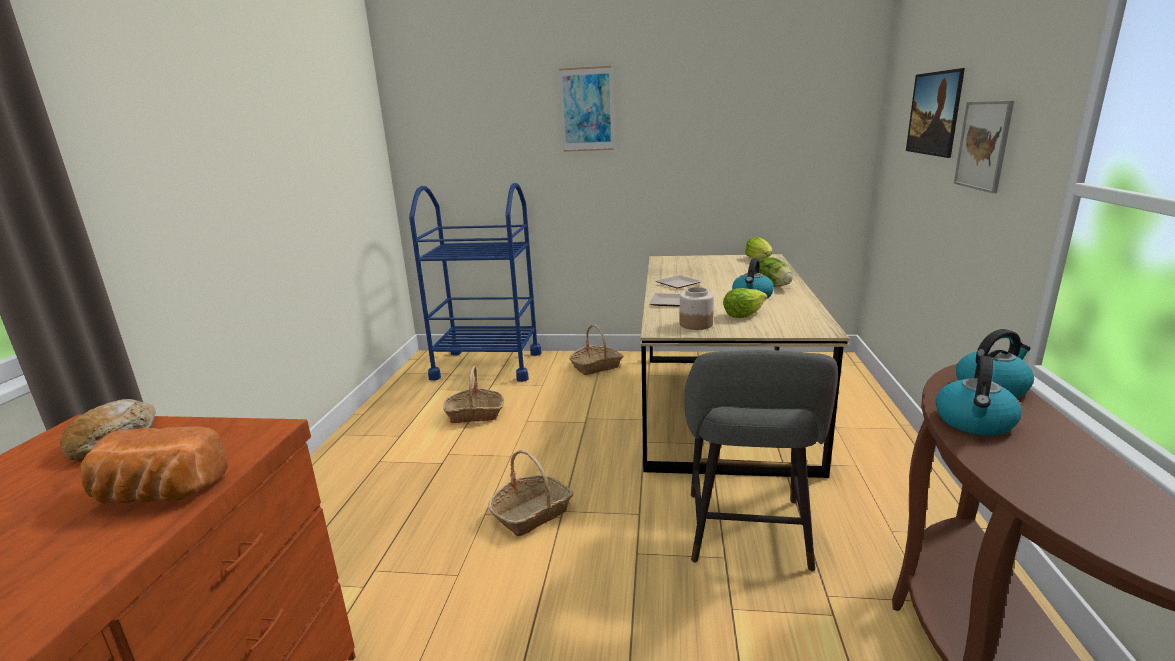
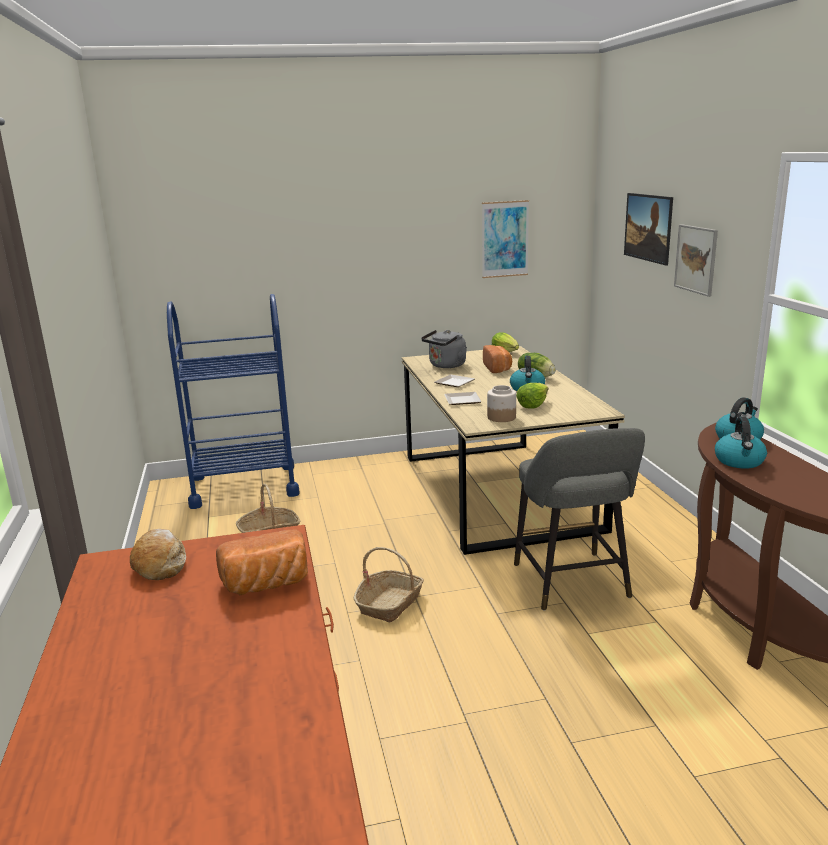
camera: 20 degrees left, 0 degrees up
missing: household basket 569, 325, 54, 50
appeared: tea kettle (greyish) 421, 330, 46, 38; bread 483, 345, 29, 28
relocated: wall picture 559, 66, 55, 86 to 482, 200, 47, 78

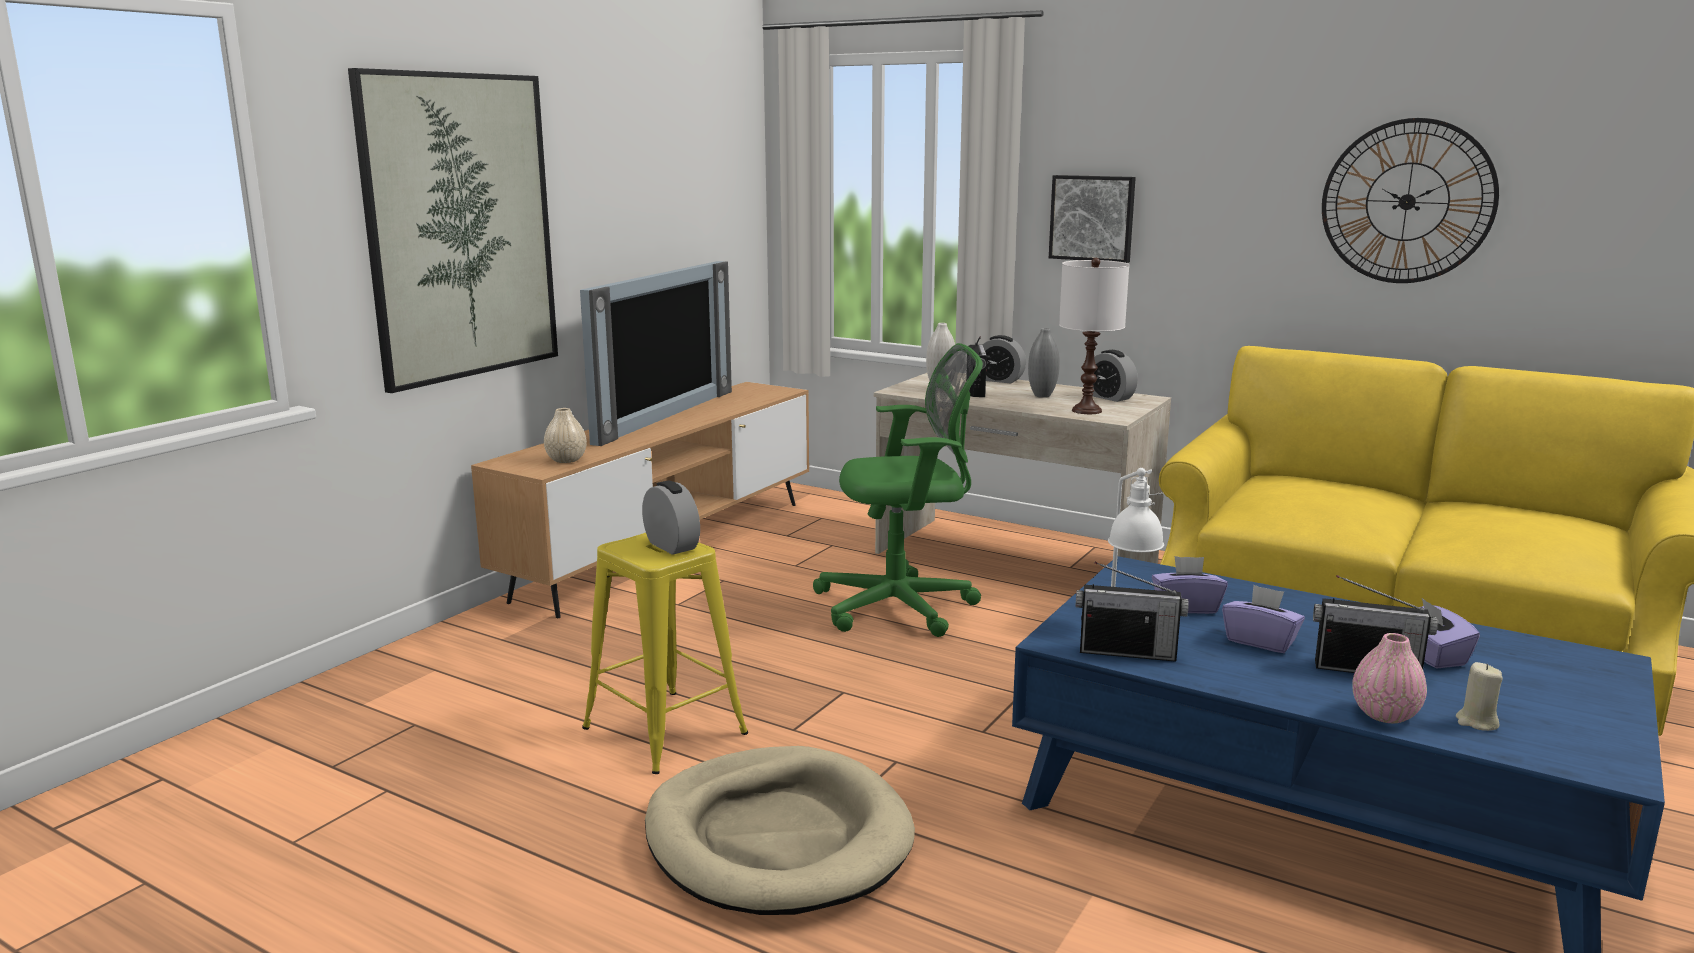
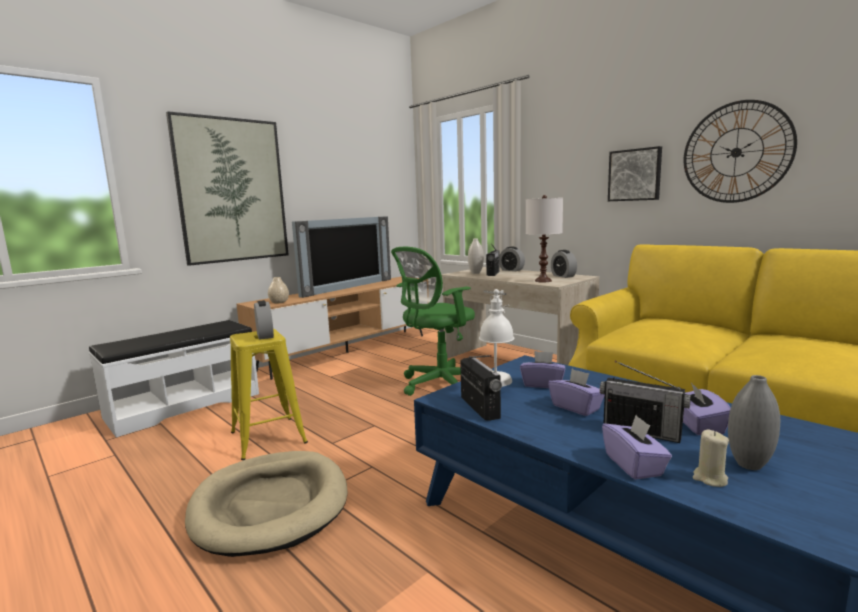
camera: 15 degrees right, 5 degrees down
appeared: long seat (white) 89, 320, 170, 117
relocated: flower vase (greyish) 1028, 328, 32, 70 to 728, 375, 52, 95; wall picture 1049, 175, 87, 88 to 608, 146, 54, 55
exchanged: flower vase (pinkish) 1352, 633, 75, 90 to tissue holder (purple) 602, 415, 70, 65
spun: office chair (greenish) 813, 343, 170, 294 = 391, 247, 84, 149 135 degrees clockwise; radio receiver 1075, 562, 114, 100 = 460, 355, 42, 66 135 degrees counterclockwise

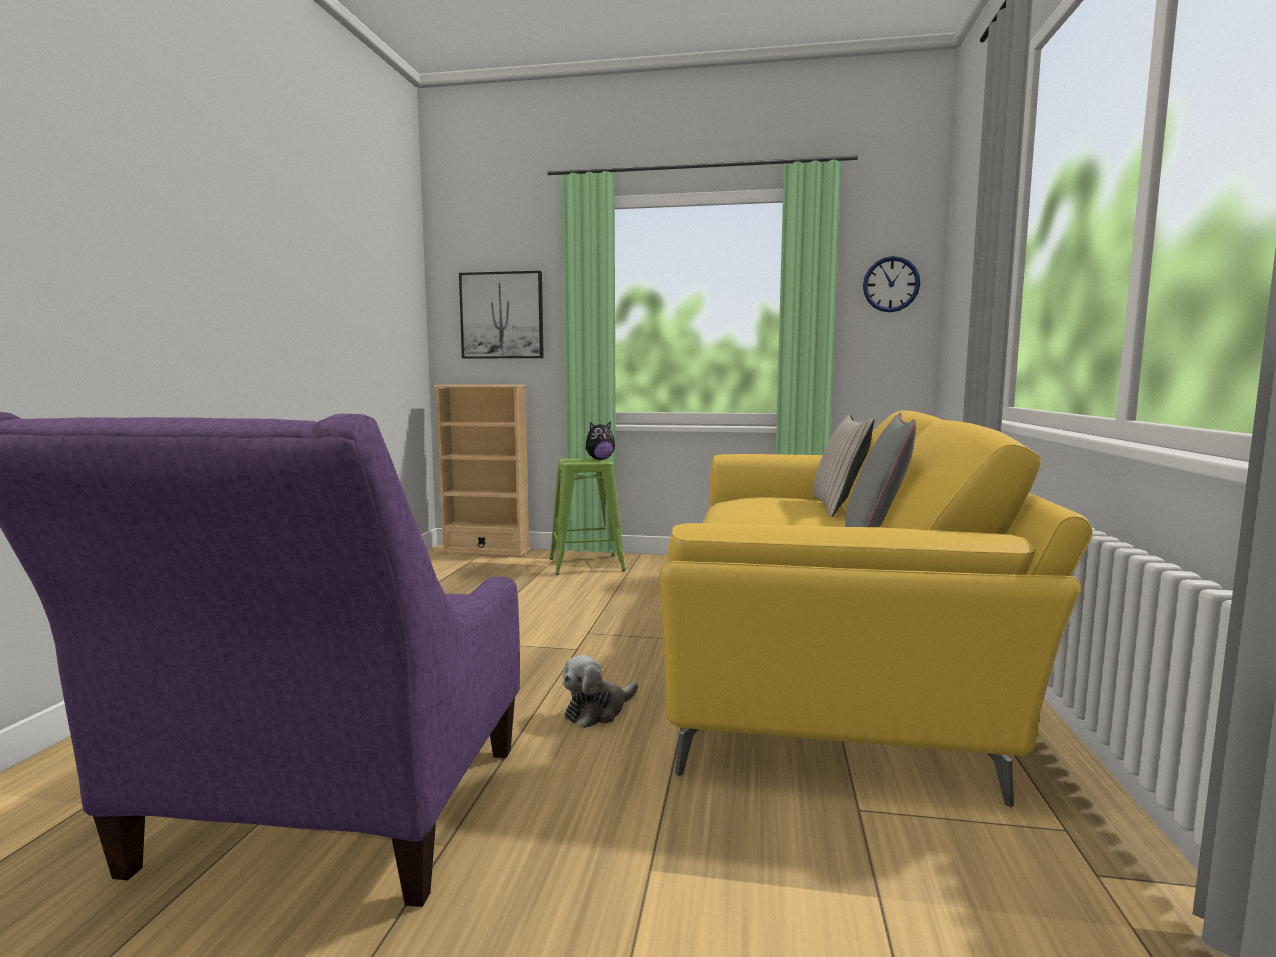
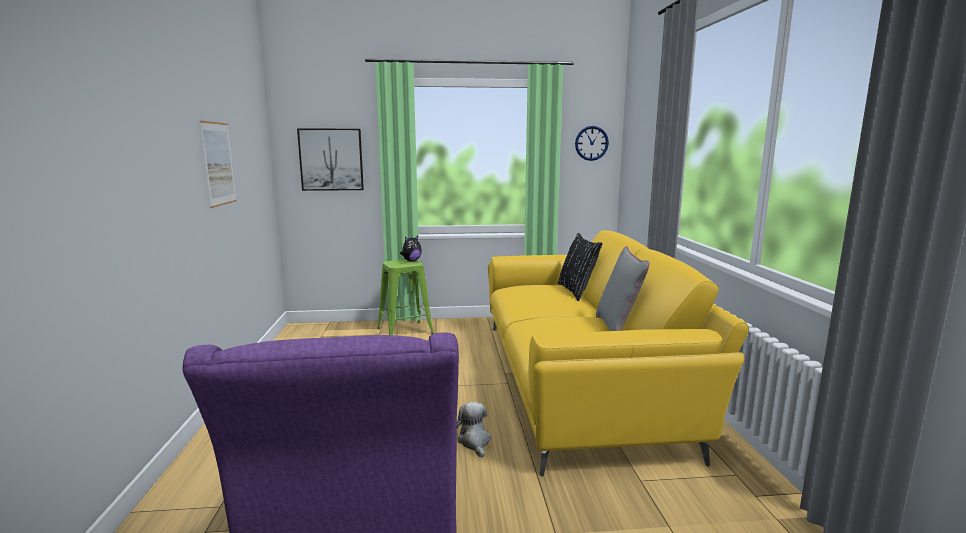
camera: 15 degrees left, 5 degrees up
missing: bookcase (sand-coloured) 434, 385, 97, 172
appeared: wall picture 199, 120, 38, 88
colour: pillow (sand-coloured) 813, 415, 61, 102 to pillow (black-coloured) 557, 233, 46, 68
spun: cuddly toy 563, 655, 75, 73 = 457, 402, 34, 56 135 degrees clockwise

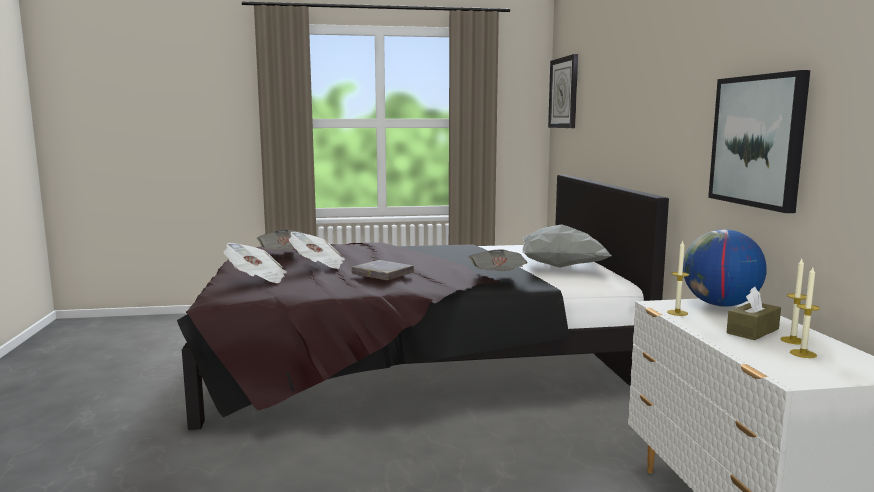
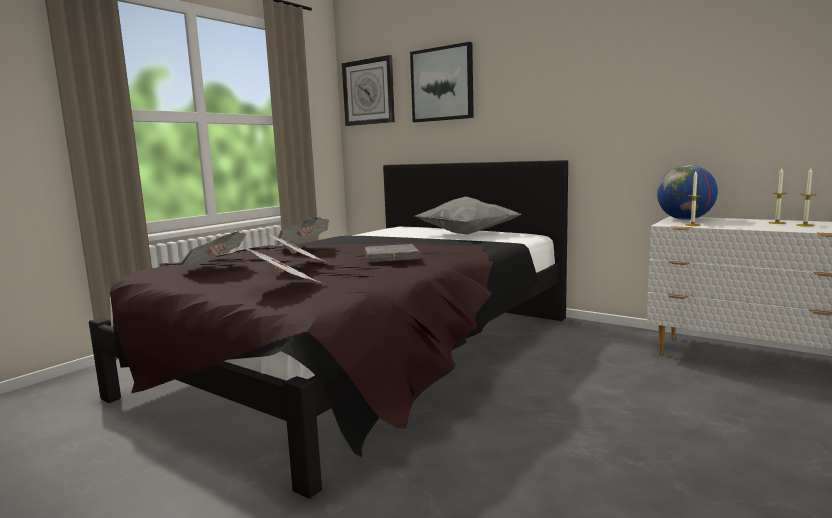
camera: 45 degrees left, 0 degrees up
missing: tissue holder (brownish) 726, 287, 55, 53
relocated: newspaper 468, 249, 60, 22 to 276, 217, 53, 28; wall picture 708, 70, 102, 143 to 410, 42, 64, 80

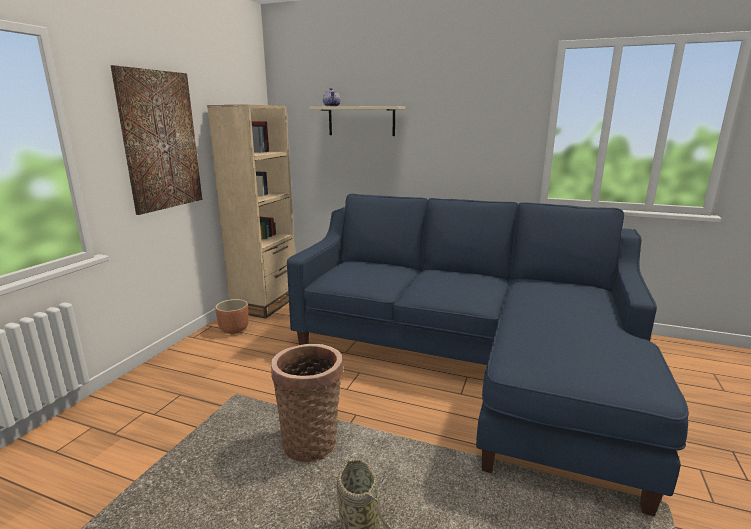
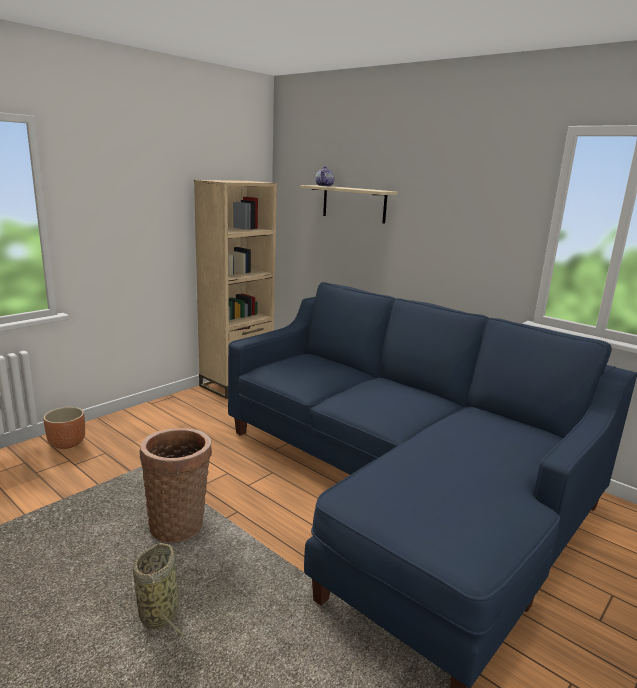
camera: 20 degrees right, 0 degrees up
missing: wall picture 111, 65, 91, 150
relocated: flower pot (brownish) 215, 299, 34, 35 to 43, 407, 42, 42

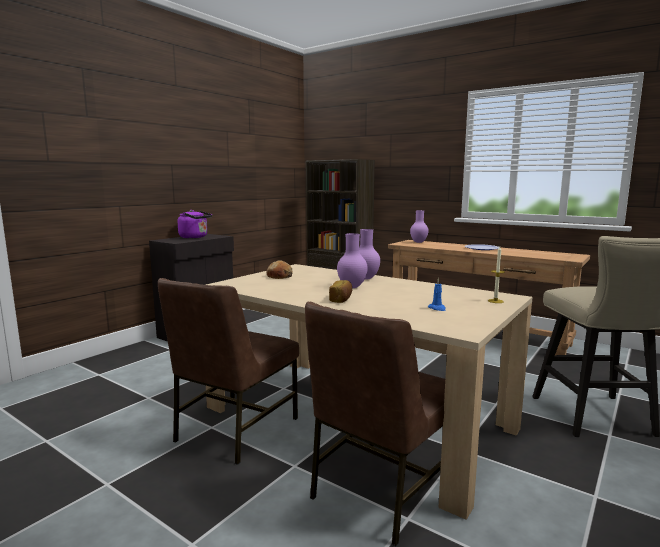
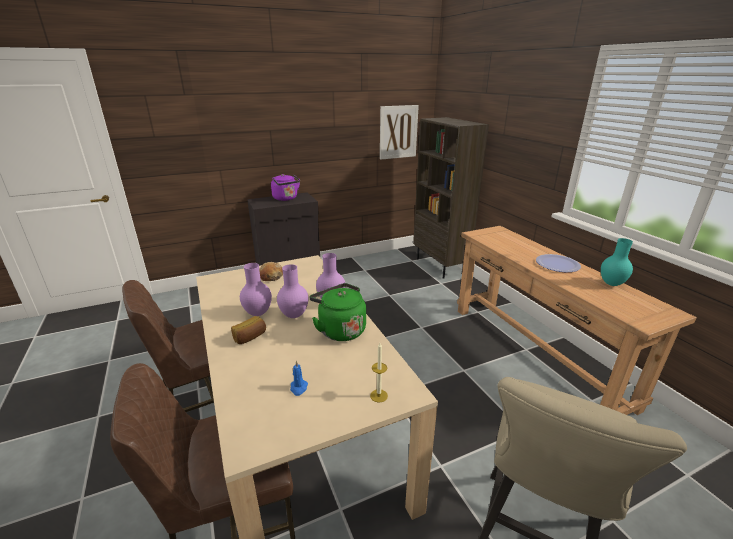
camera: 30 degrees right, 15 degrees up
appeared: tea kettle (greenish) 309, 283, 57, 58; wall picture 380, 105, 39, 55; flower vase (turquoise) 601, 238, 32, 48
relocated: flower vase (purple) 410, 210, 19, 33 to 240, 263, 32, 53

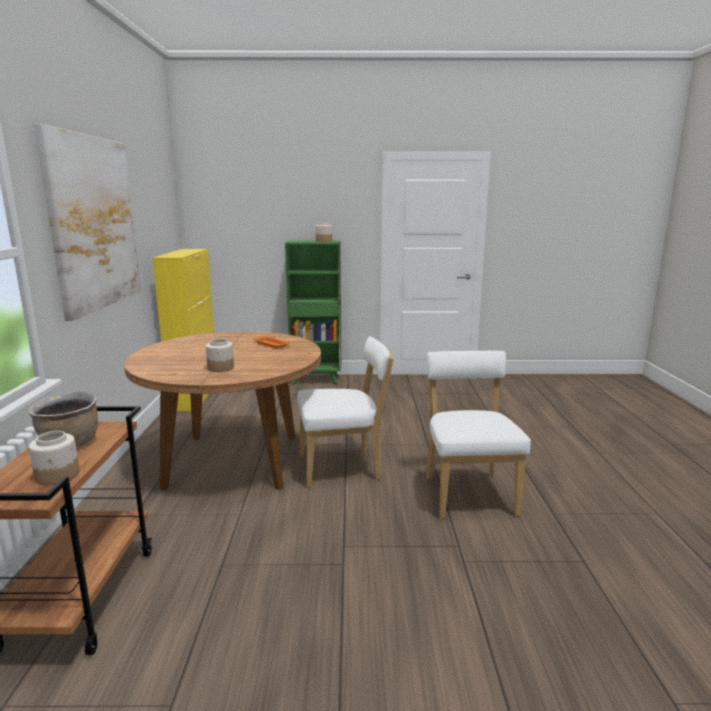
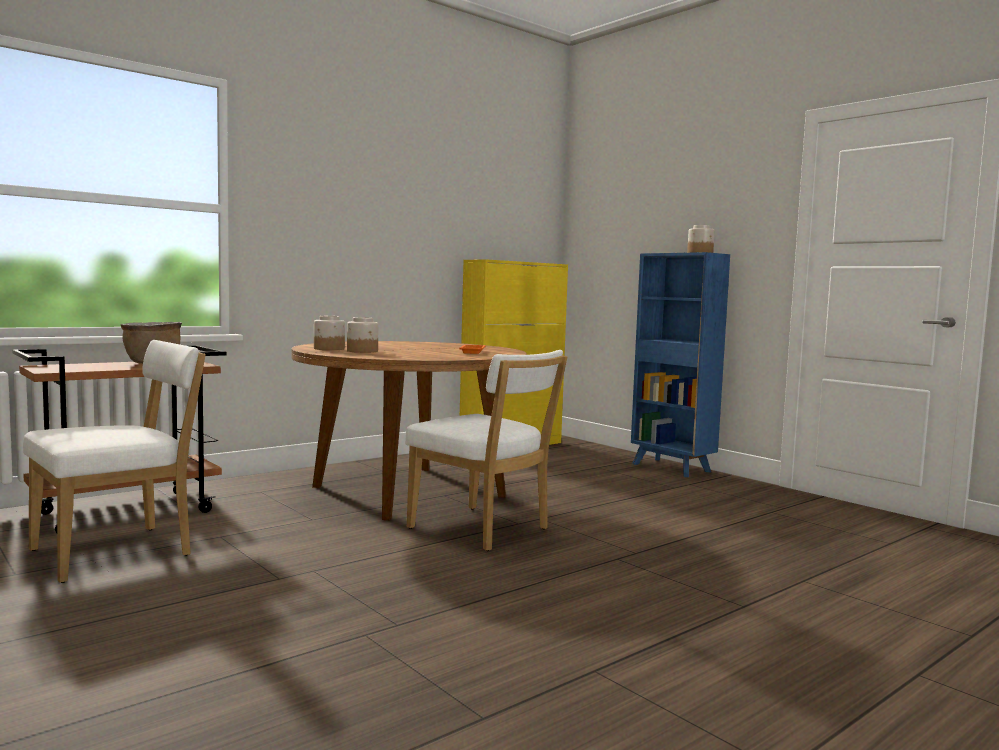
camera: 50 degrees right, 10 degrees down
missing: wall picture 34, 124, 107, 197
relocated: preserve jar 29, 431, 51, 54 to 314, 316, 31, 34; plain chair (white) 426, 351, 105, 168 to 23, 340, 183, 243
colour: bookcase (greenish) 285, 241, 56, 144 to bookcase (blue-coloured) 631, 252, 99, 225

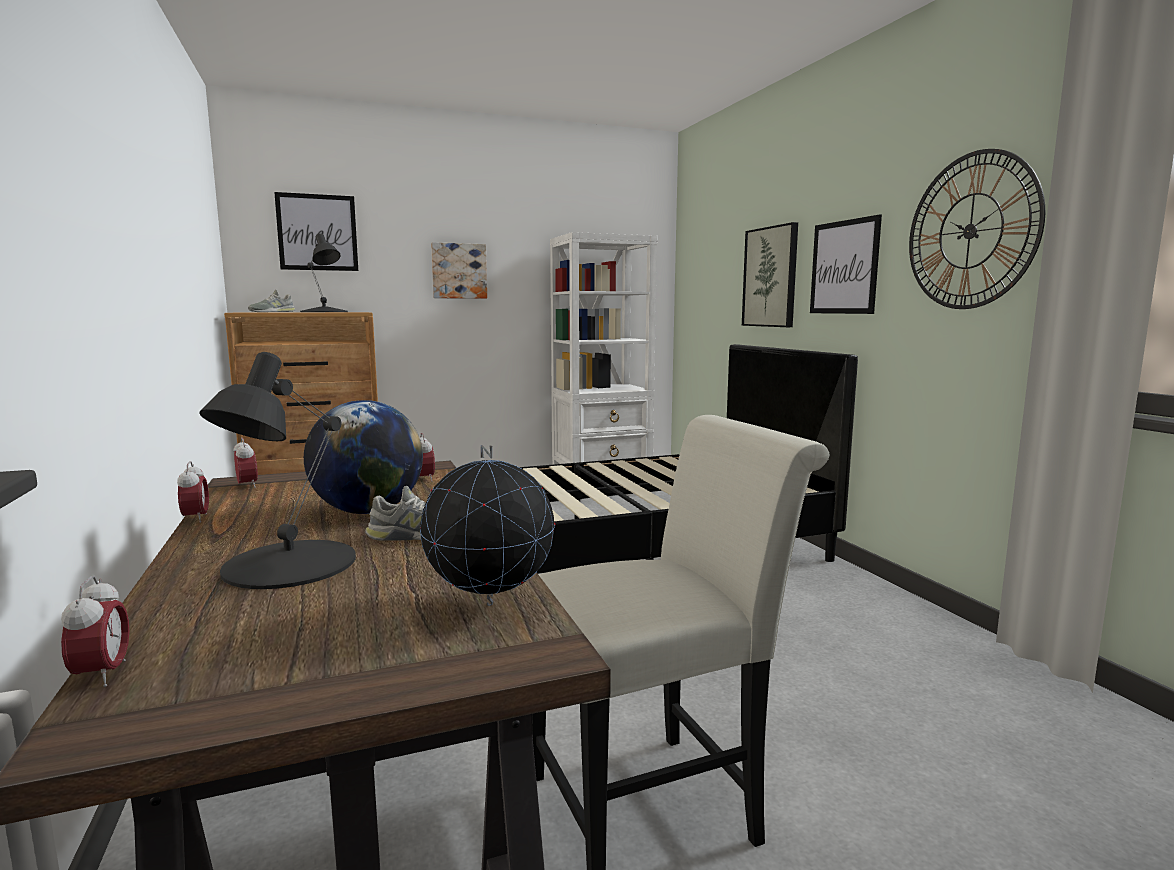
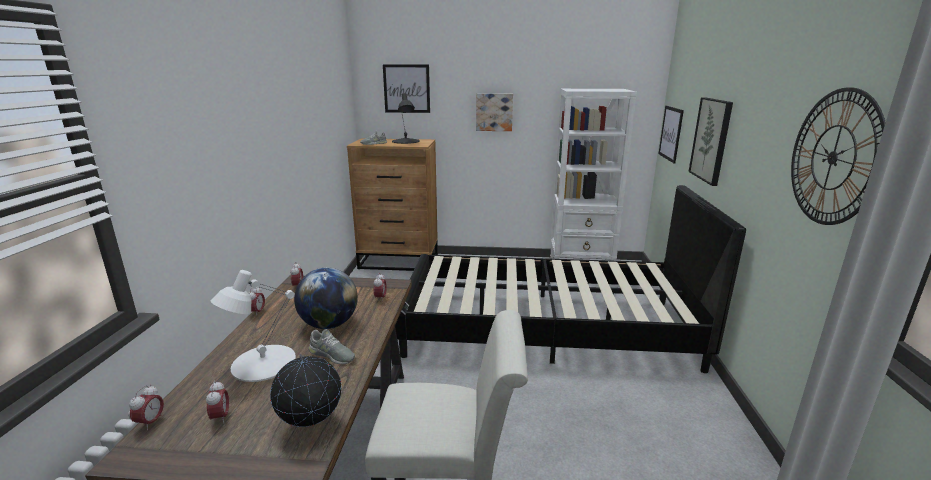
camera: 25 degrees right, 10 degrees up
appeared: table clock 206, 380, 23, 44
relocated: wall picture 810, 214, 72, 100 to 659, 106, 25, 58
colour: table lamp (black-coloured) 199, 352, 157, 237 to table lamp (white) 211, 270, 85, 112

